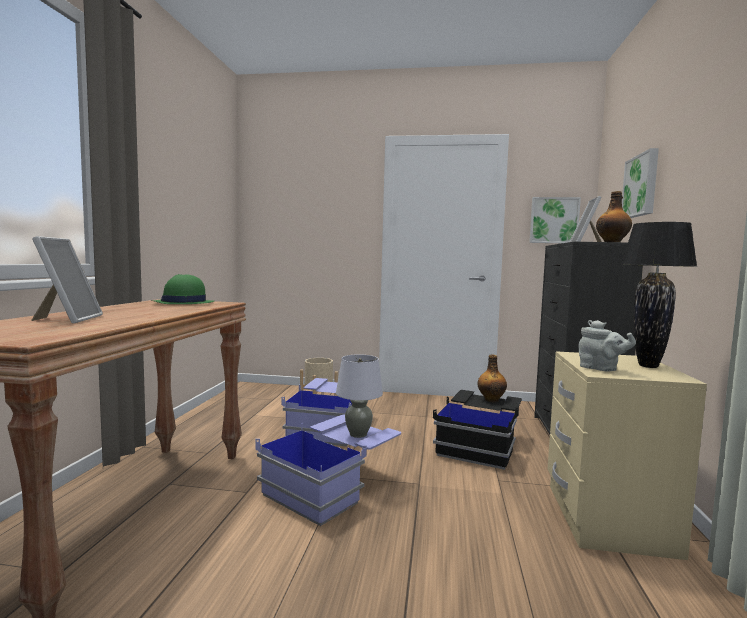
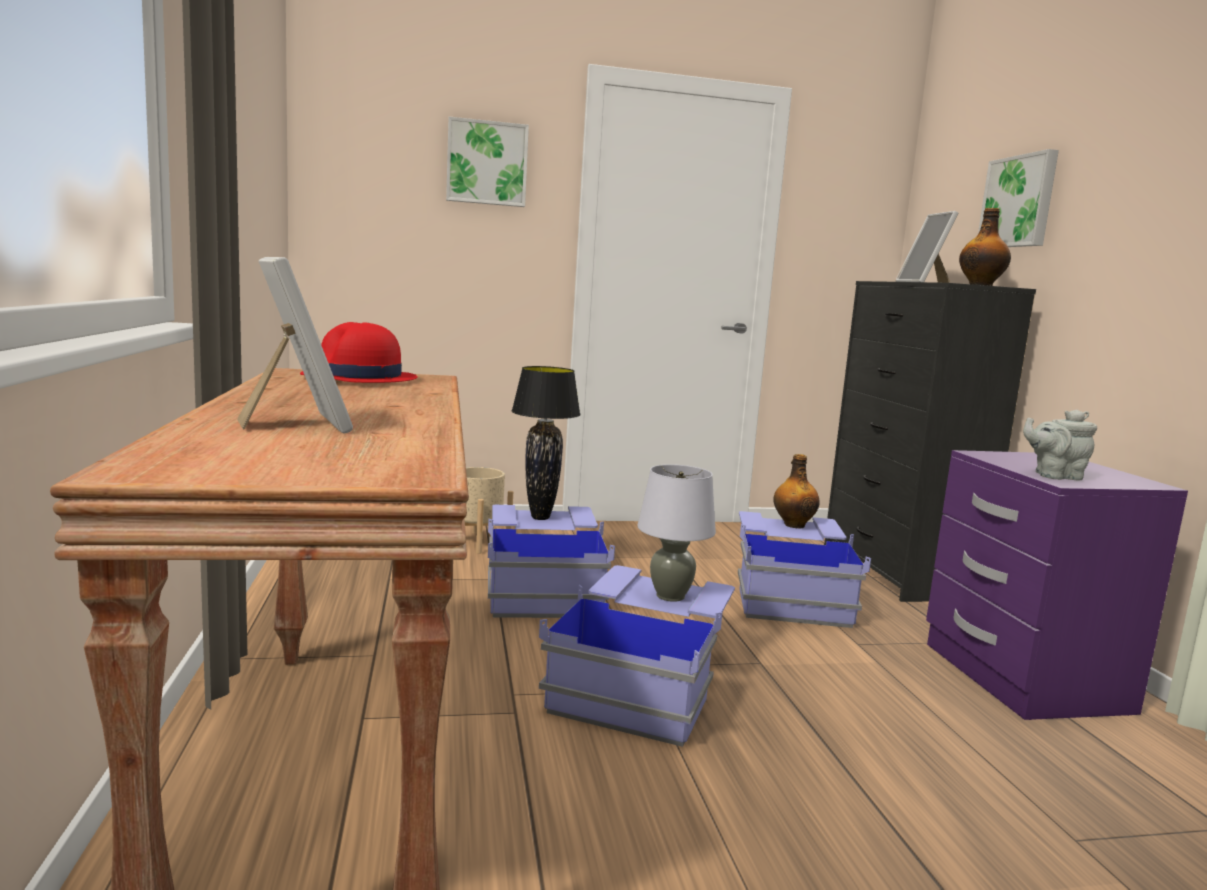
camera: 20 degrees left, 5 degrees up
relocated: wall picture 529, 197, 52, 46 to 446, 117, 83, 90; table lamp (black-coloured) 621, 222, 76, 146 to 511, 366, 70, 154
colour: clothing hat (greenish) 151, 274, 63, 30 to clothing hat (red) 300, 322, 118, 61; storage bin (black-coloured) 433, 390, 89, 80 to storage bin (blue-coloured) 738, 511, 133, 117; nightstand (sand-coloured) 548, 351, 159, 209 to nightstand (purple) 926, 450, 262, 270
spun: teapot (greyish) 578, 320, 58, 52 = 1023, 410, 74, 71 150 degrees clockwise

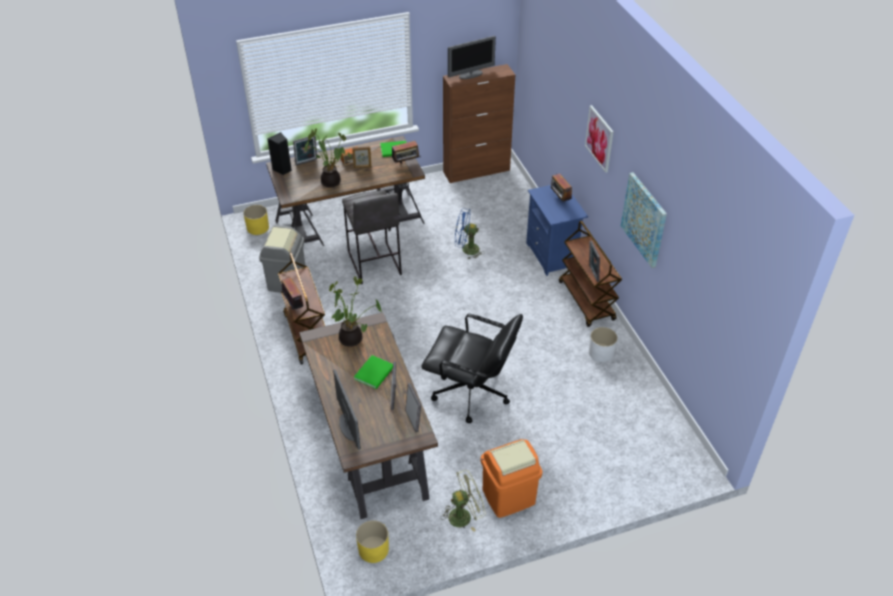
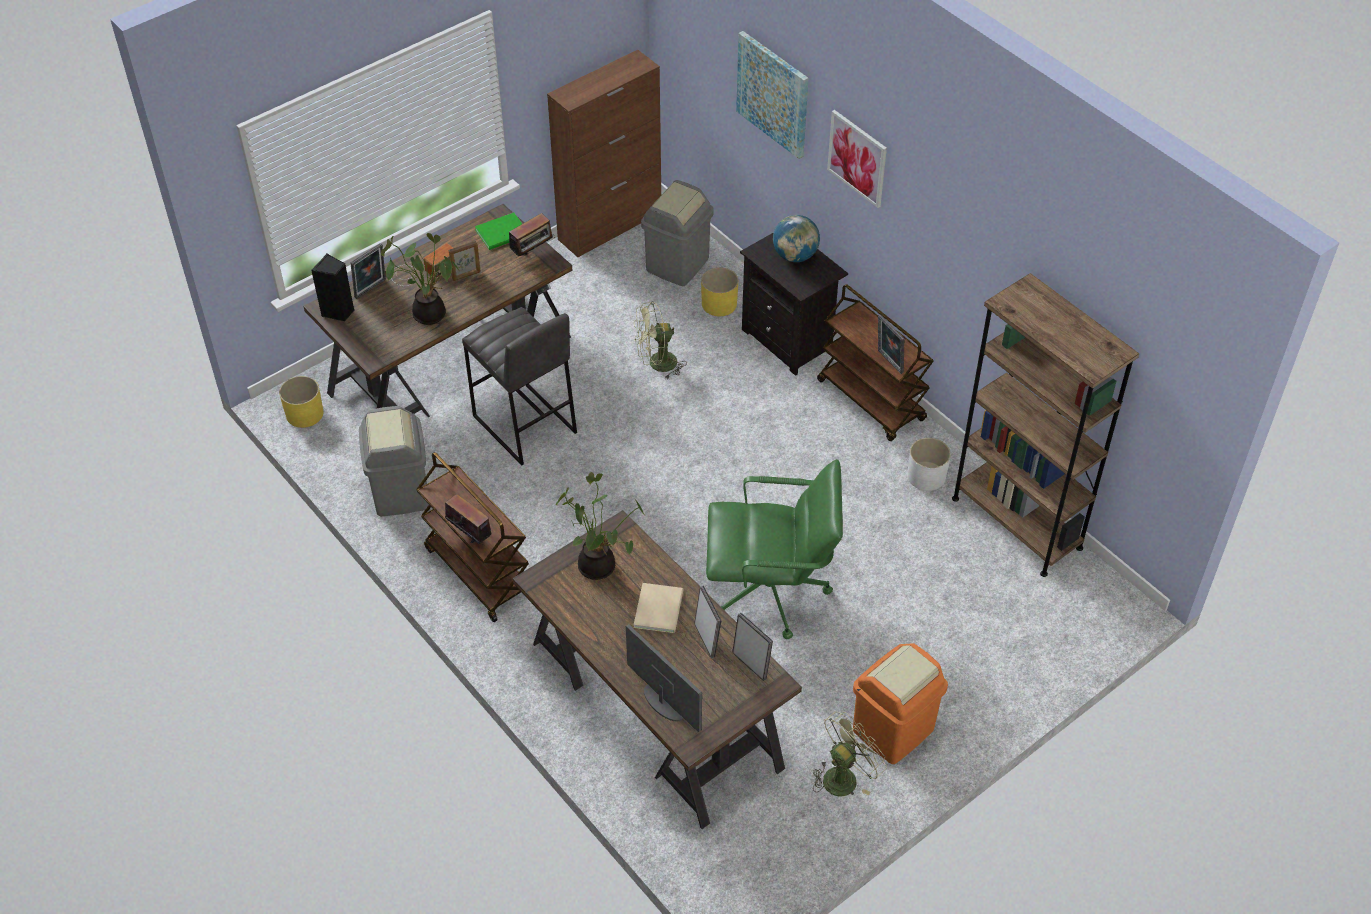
camera: 20 degrees left, 5 degrees up
missing: monitor 448, 36, 48, 43
appeared: trash can (greyish) 641, 180, 73, 106; bookcase (brownish) 952, 273, 187, 304
relocated: flower pot (yellowish) 356, 520, 33, 43 to 701, 267, 37, 49; wall picture 621, 172, 46, 96 to 736, 31, 73, 128
exchanged: radio receiver 551, 173, 21, 29 to world globe 773, 215, 47, 47
colour: bound book (greenish) 354, 355, 39, 34 to bound book (sand-coloured) 634, 583, 49, 50; office chair (black-coloured) 421, 314, 102, 109 to office chair (greenish) 706, 459, 137, 180; fan (blue-coloured) 455, 209, 30, 50 to fan (greenish) 634, 302, 53, 77; nightstand (blue-coloured) 526, 185, 62, 91 to nightstand (black-coloured) 740, 232, 108, 144

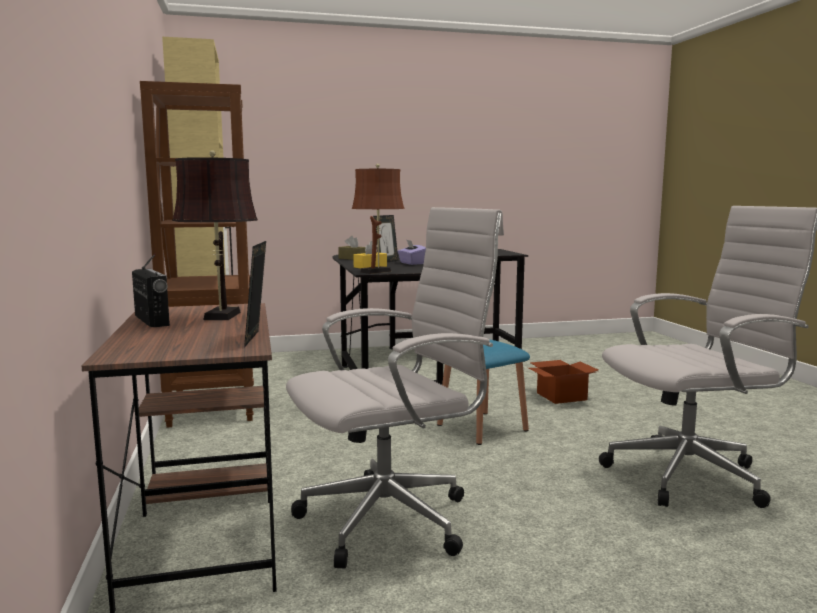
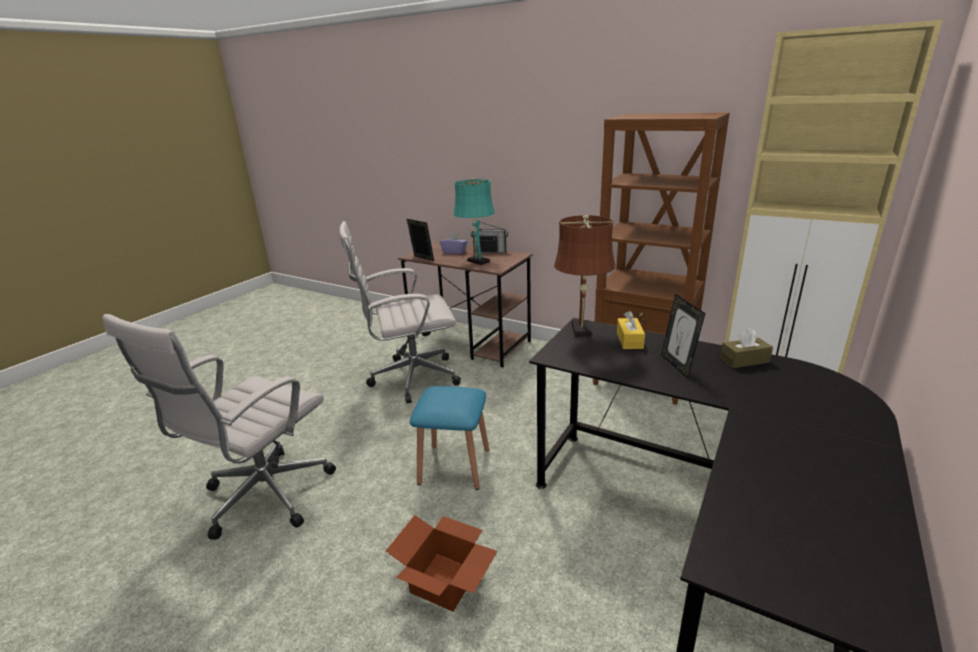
camera: 135 degrees right, 15 degrees up
relocated: tissue holder (purple) 398, 240, 28, 25 to 440, 233, 28, 21
colour: table lamp (brownish) 172, 150, 86, 170 to table lamp (turquoise) 453, 178, 42, 87
spun: office chair (white) 286, 207, 218, 362 = 339, 221, 122, 183 60 degrees clockwise

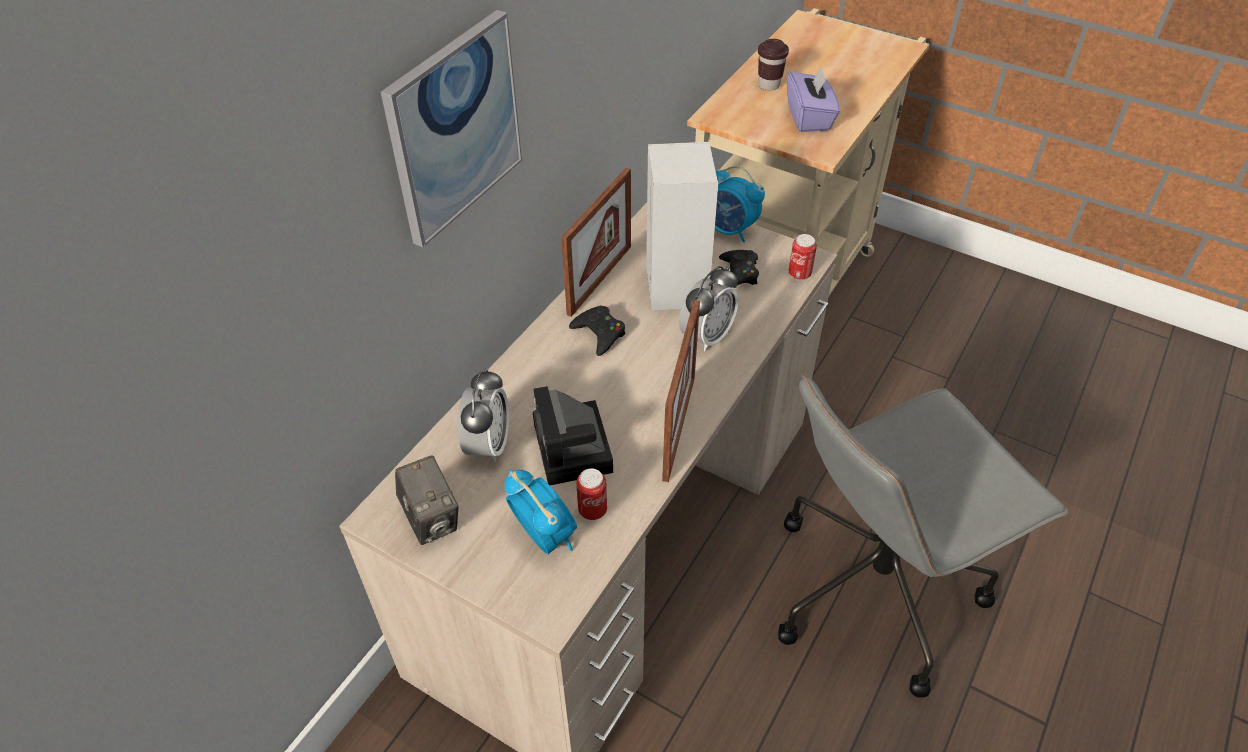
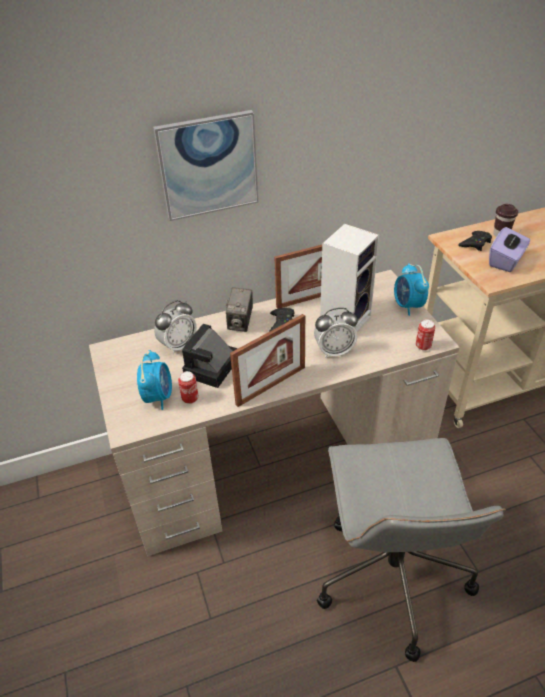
camera: 40 degrees right, 5 degrees down
relocated: still camera 395, 455, 64, 90 to 226, 287, 27, 45; joypad (black-coloured) 719, 250, 40, 35 to 458, 231, 34, 20
spun: office chair (greyish) 778, 374, 291, 324 = 317, 438, 189, 224 105 degrees counterclockwise

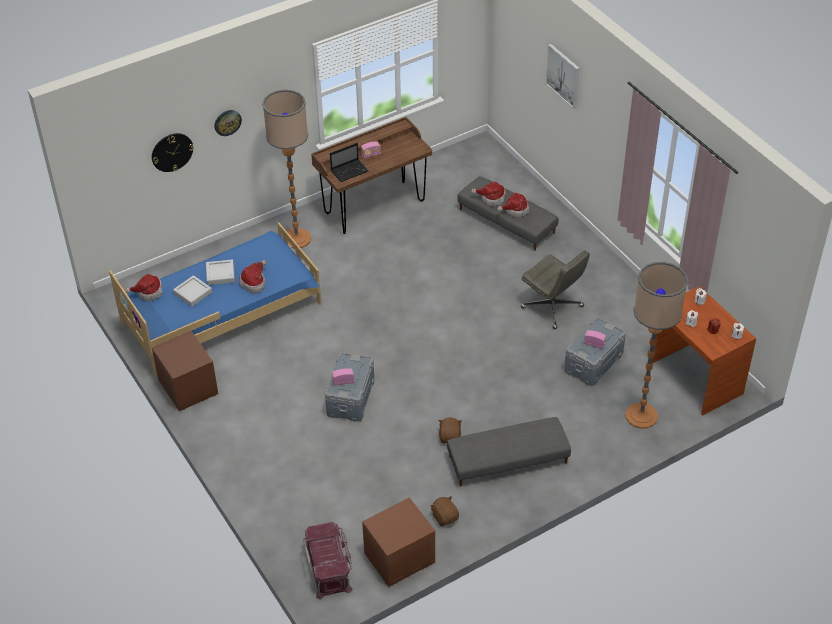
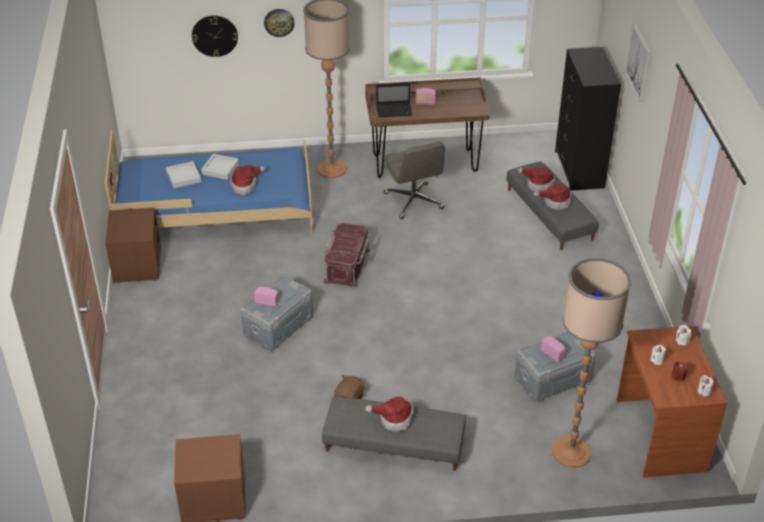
camera: 25 degrees right, 5 degrees down
missing: cuddly toy (brownish) 430, 496, 29, 30
appeared: chest of drawers (black-coloured) 555, 47, 66, 144
relocated: clothing hat 125, 274, 37, 27 to 365, 396, 48, 36; storage bin (red) 303, 522, 50, 77 to 324, 223, 46, 66; office chair (greyish) 521, 250, 69, 79 to 384, 141, 61, 78

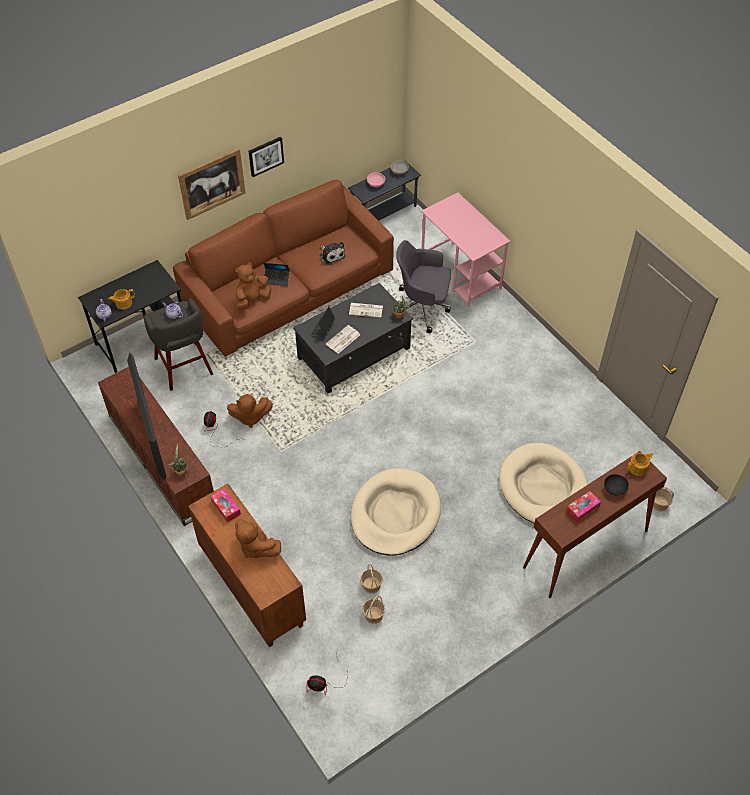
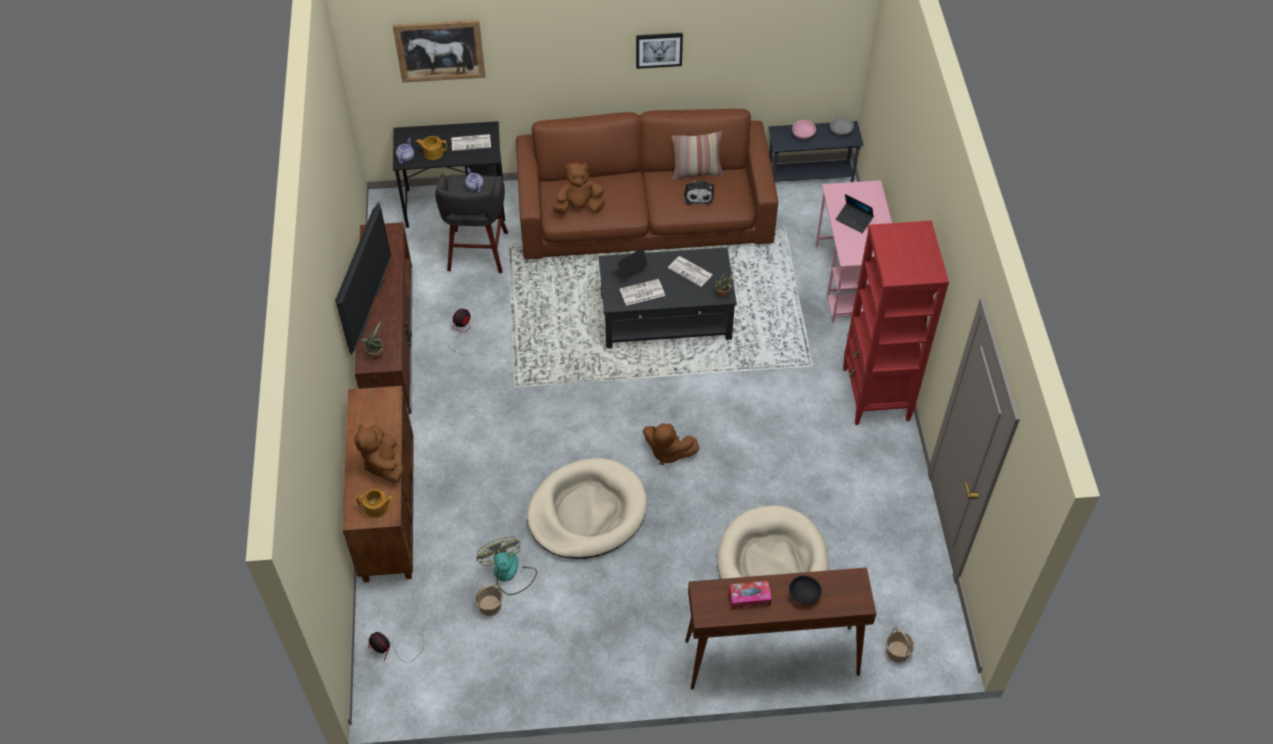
camera: 30 degrees right, 0 degrees up
missing: tissue holder 210, 488, 31, 35; office chair (greyish) 396, 240, 55, 93
appeared: newspaper 451, 134, 40, 17; pillow 672, 132, 51, 48; bookcase (red) 843, 221, 106, 204
relocated: wall picture 178, 148, 68, 72 to 393, 20, 92, 63; cuddly toy (brownish) 227, 394, 46, 34 to 643, 423, 57, 42; portable computer 263, 263, 27, 23 to 836, 194, 38, 39; teapot 627, 453, 27, 23 to 356, 489, 38, 29
exchanged: household basket 360, 564, 23, 30 to fan 476, 537, 61, 58

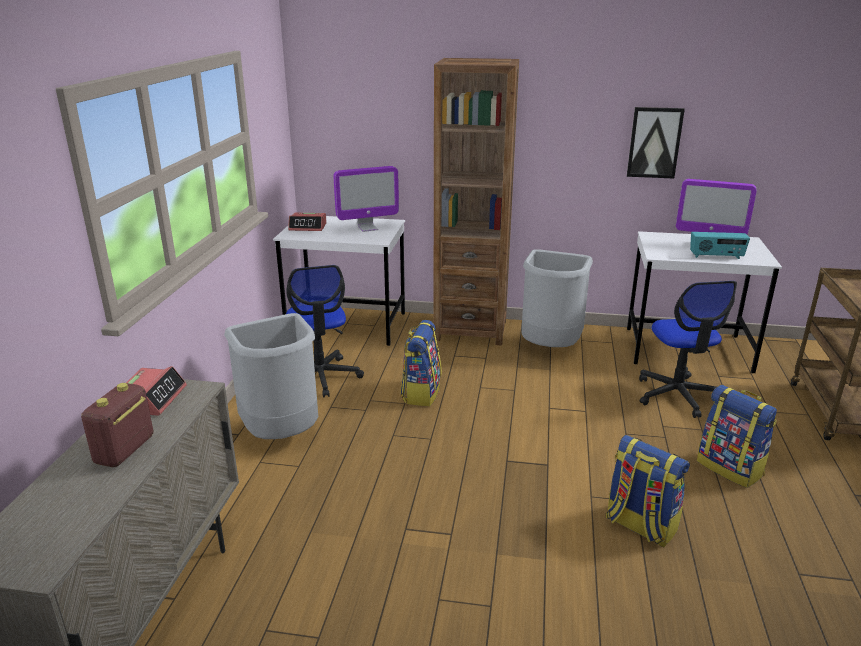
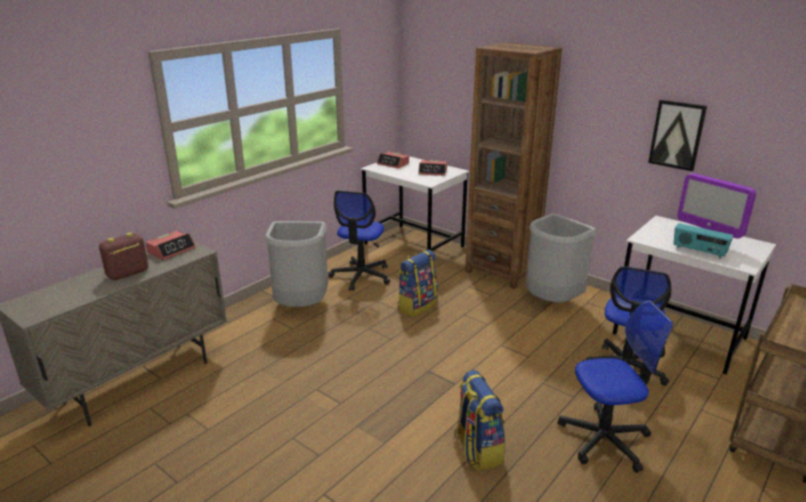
camera: 30 degrees right, 0 degrees up
exchanged: monitor 333, 166, 66, 66 to table clock 418, 160, 29, 16; rucksack 697, 385, 80, 103 to office chair 558, 300, 115, 173

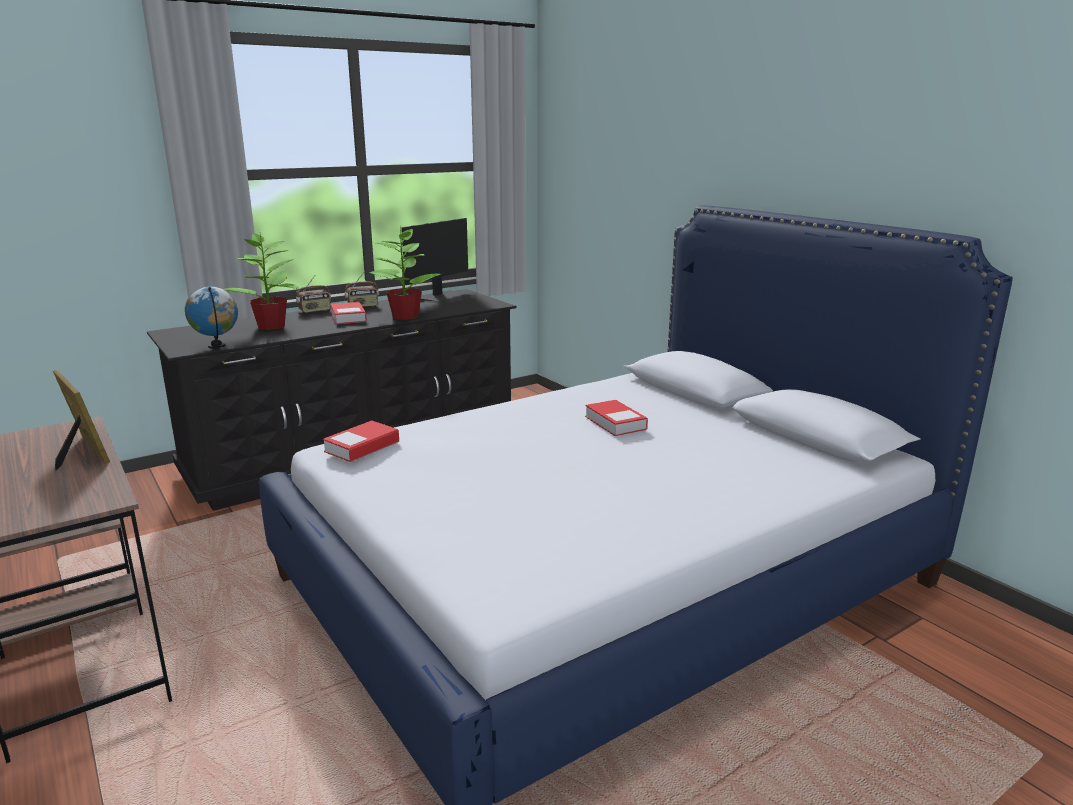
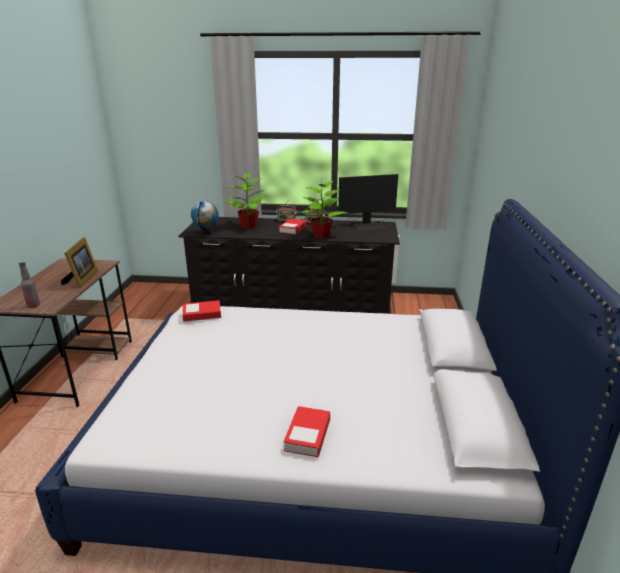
camera: 40 degrees right, 5 degrees up
appeared: drink bottle 19, 262, 21, 46
relocated: bound book 585, 400, 63, 36 to 284, 406, 46, 51

